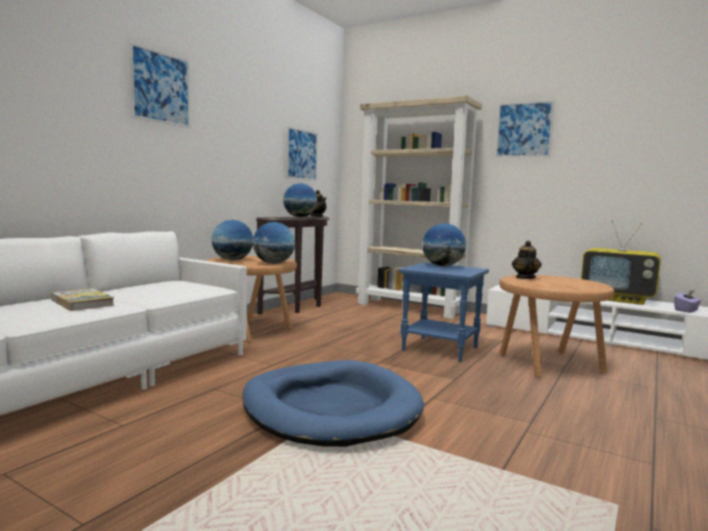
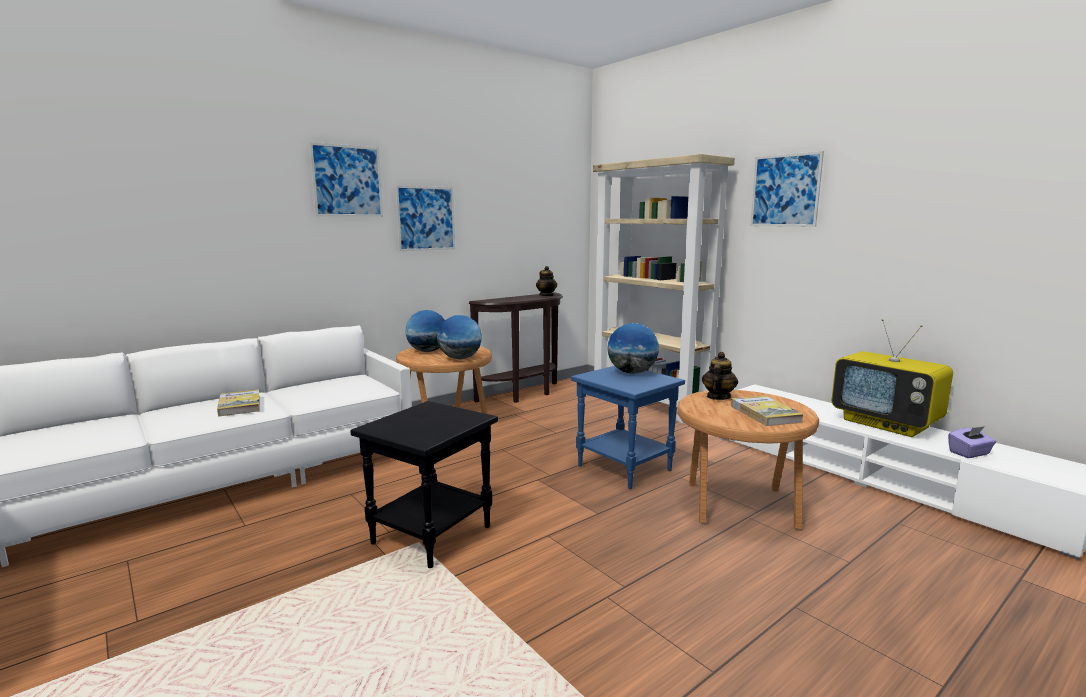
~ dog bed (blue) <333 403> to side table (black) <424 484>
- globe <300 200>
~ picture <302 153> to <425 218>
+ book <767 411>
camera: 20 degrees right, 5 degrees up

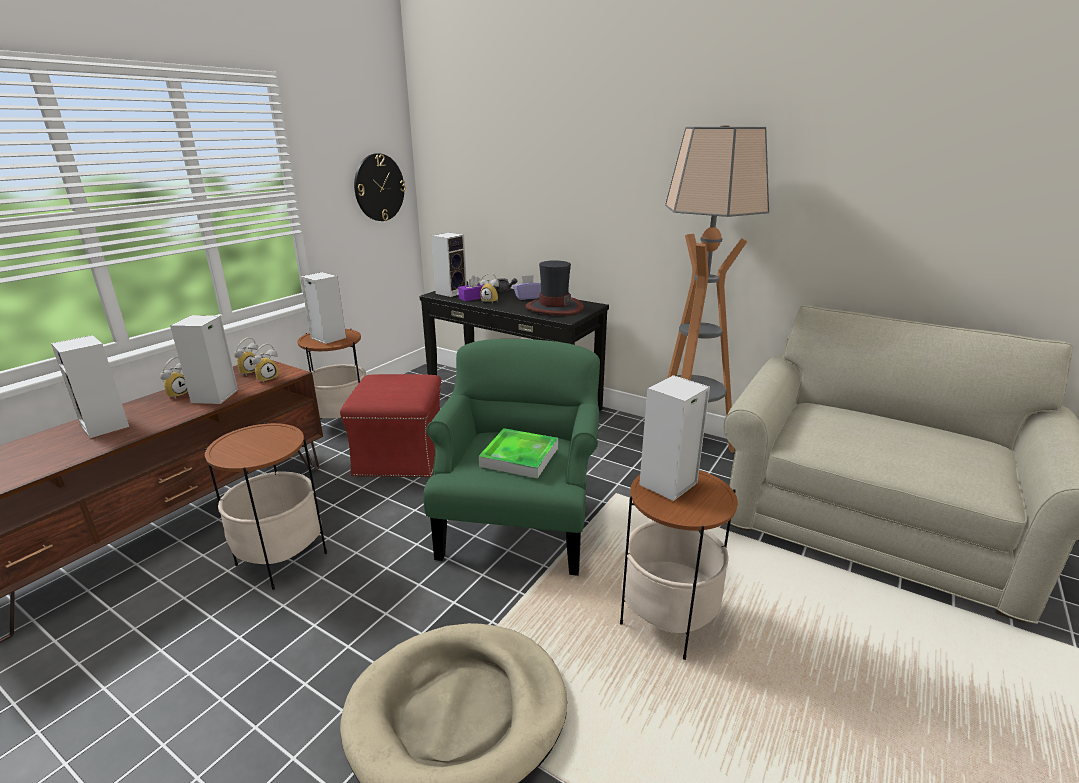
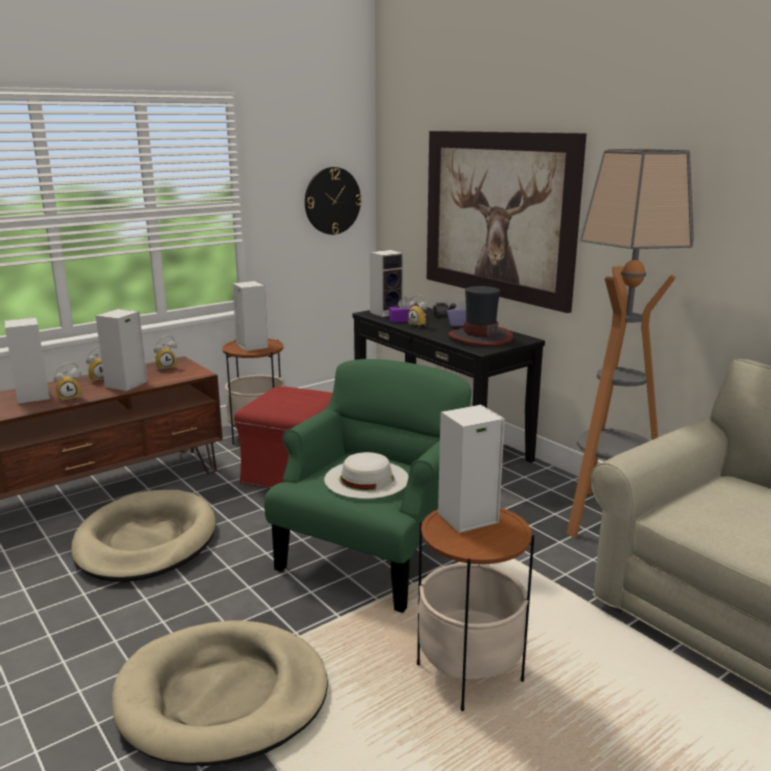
~ side table <265 506> to dog bed (beige) <143 536>
~ alarm clock <265 363> to <68 381>
~ tray <518 453> to hat (white) <366 475>
+ picture <507 222>
camera: 20 degrees right, 5 degrees down

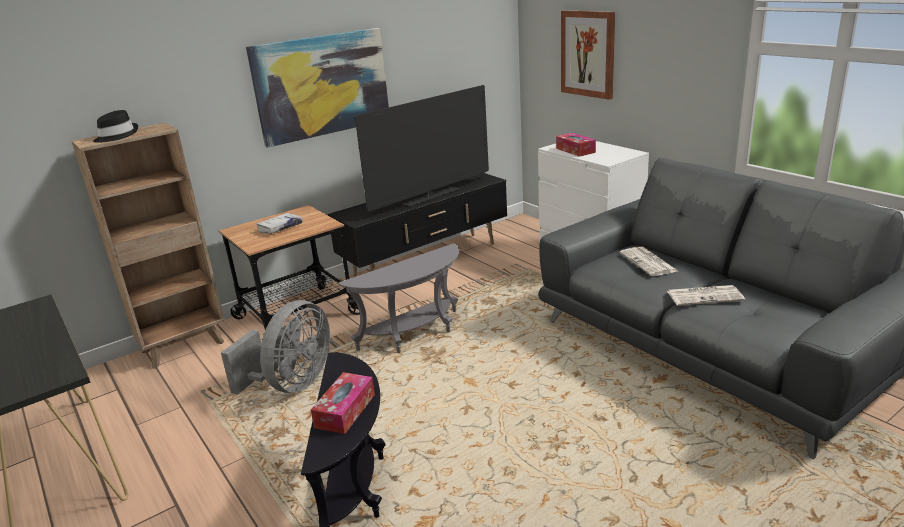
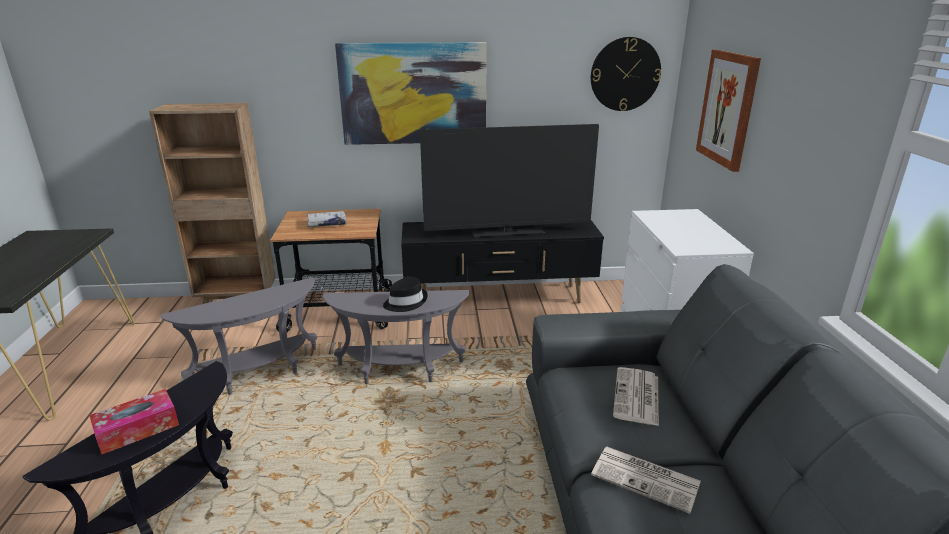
~ hat (black) <115 126> to <405 294>
~ fan (grey) <275 347> to side table (grey) <239 336>
- tissue box <576 145>
+ wall clock <626 74>
camera: 30 degrees right, 0 degrees up

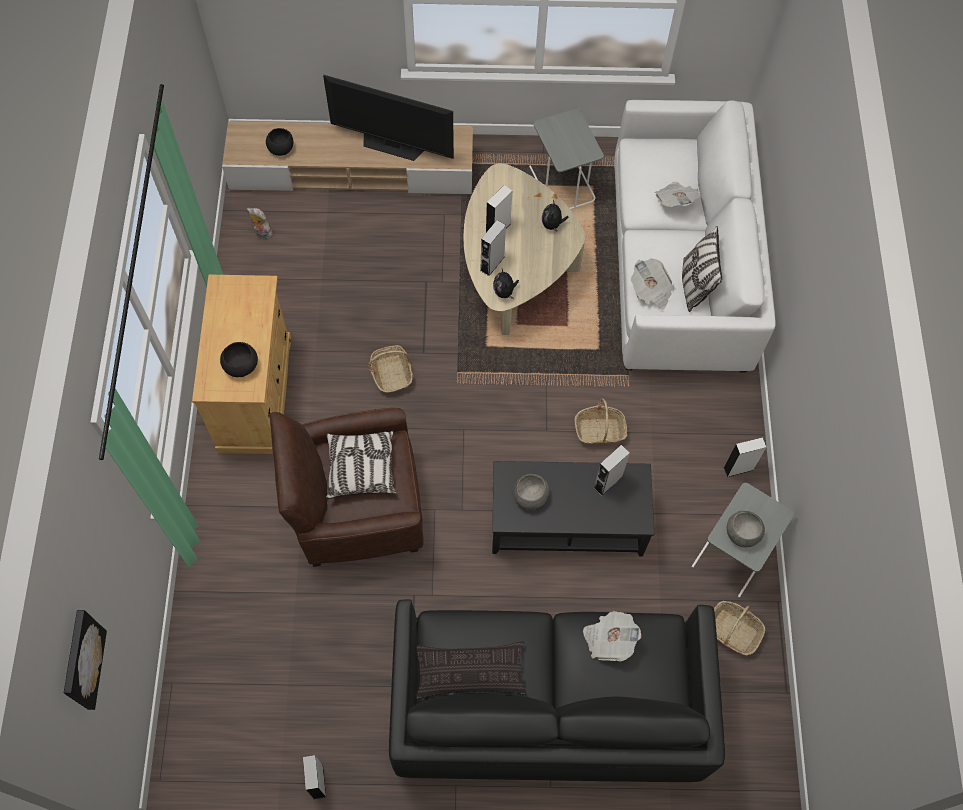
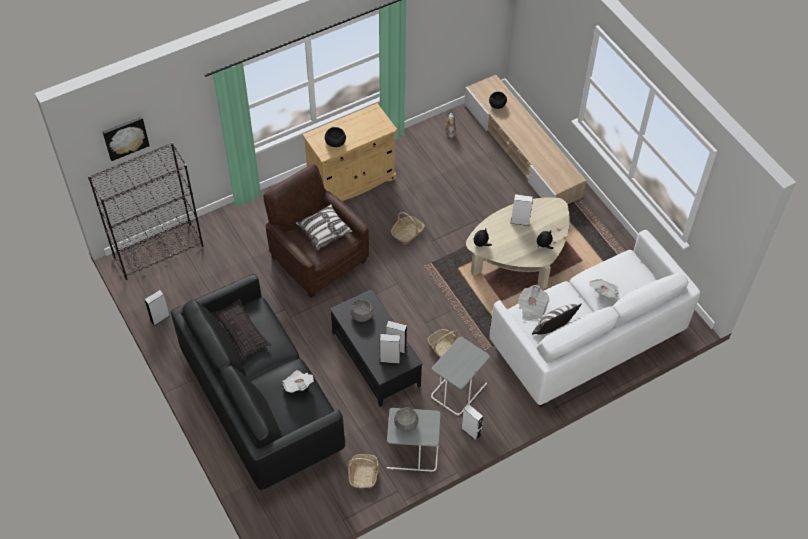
- television <388 118>
~ speaker (grey) <493 248> to <390 349>
~ side table (grey) <566 159> to <460 376>
+ bookcase (black) <145 211>
camera: 60 degrees right, 10 degrees down

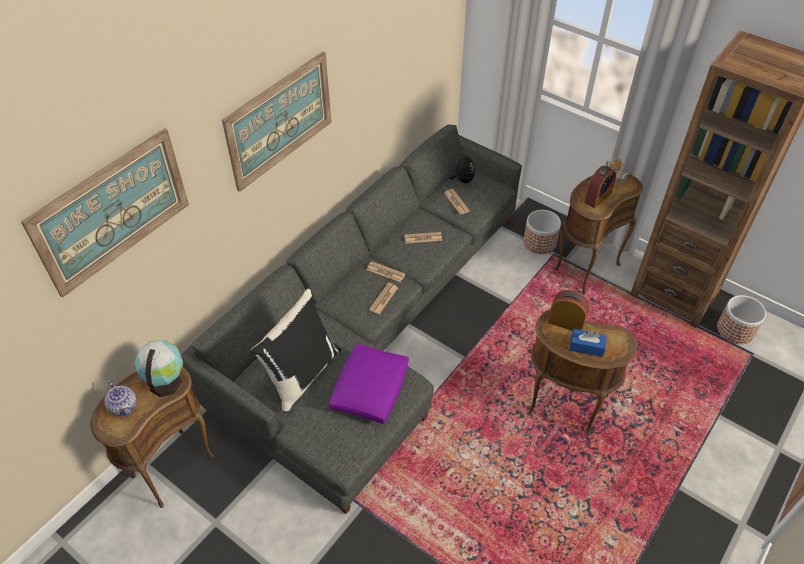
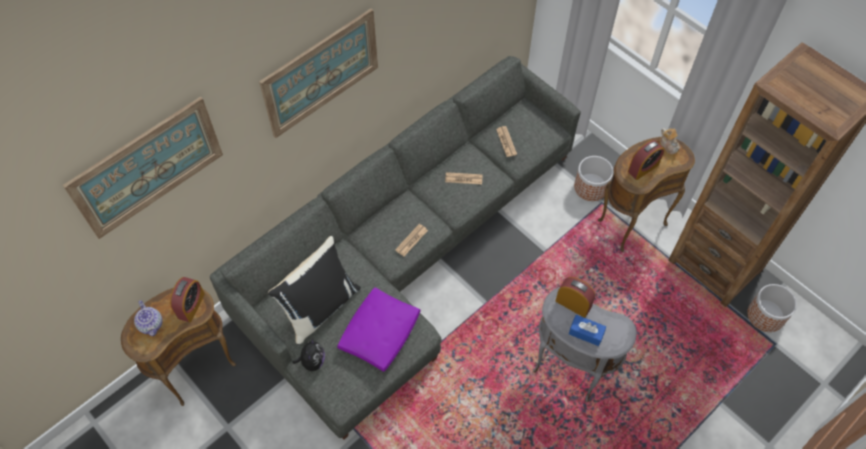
~ globe <158 368> to alarm clock <187 299>
- newspaper <386 271>
~ plush toy <462 168> to <309 354>
~ side table (brown) <582 372> to side table (grey) <585 344>
camera: 10 degrees right, 10 degrees up

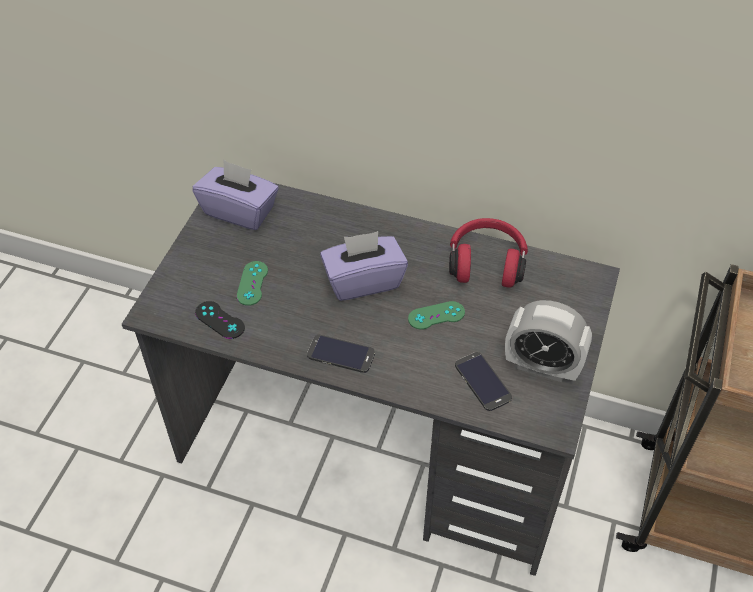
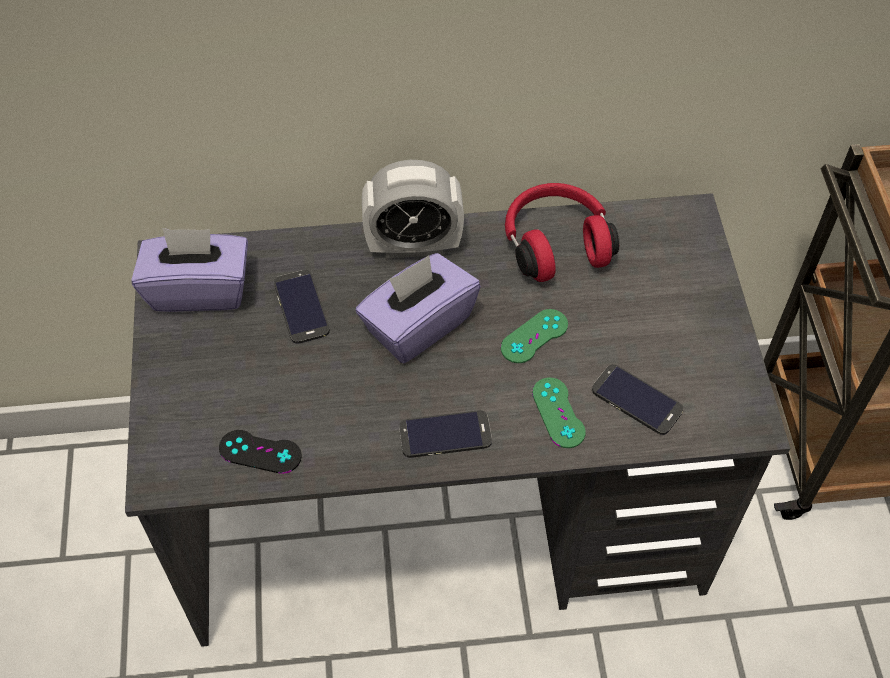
~ game controller (green) <252 283> to <559 413>
~ alarm clock <548 341> to <413 209>
+ phone <302 307>
camera: 25 degrees left, 5 degrees up

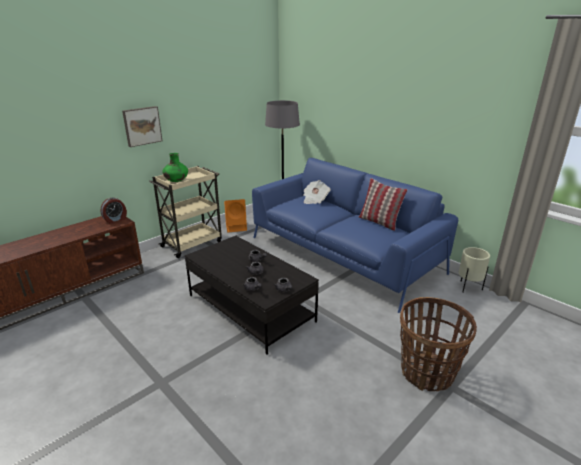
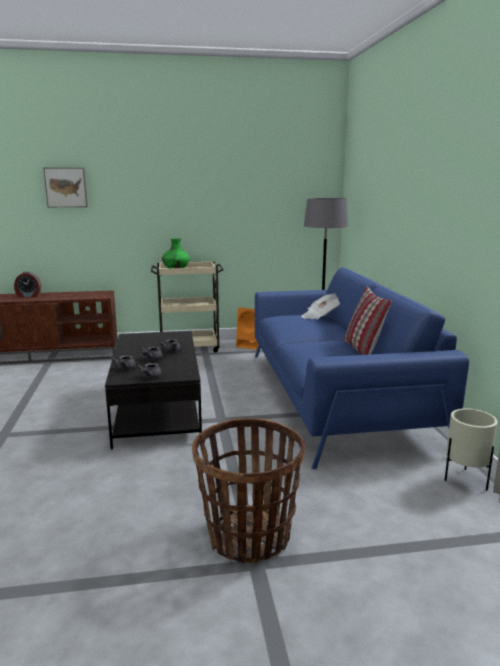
~ alarm clock <113 211> to <27 285>
~ picture <142 126> to <65 187>
camera: 35 degrees right, 10 degrees down

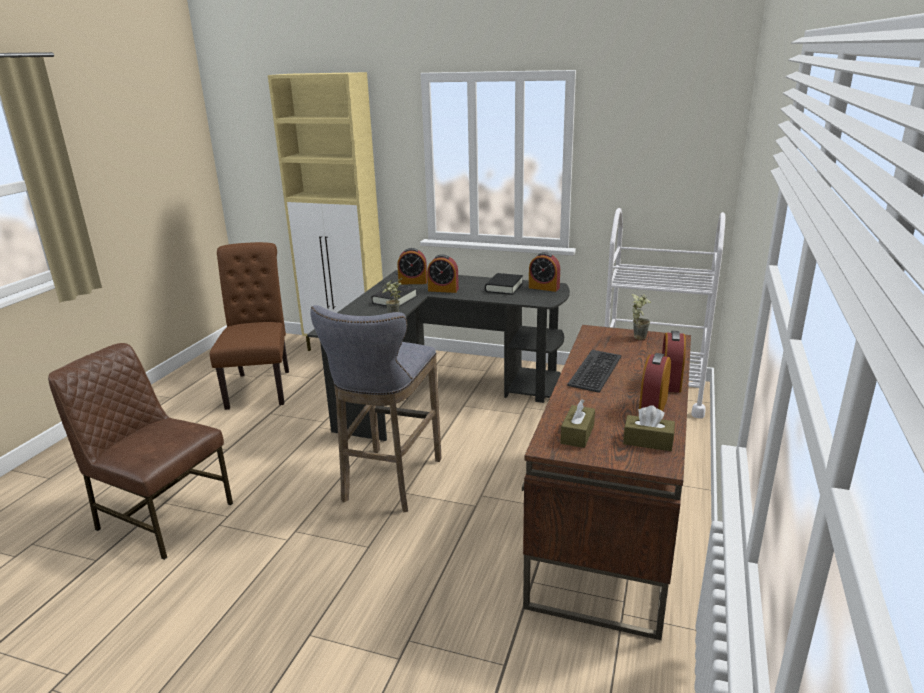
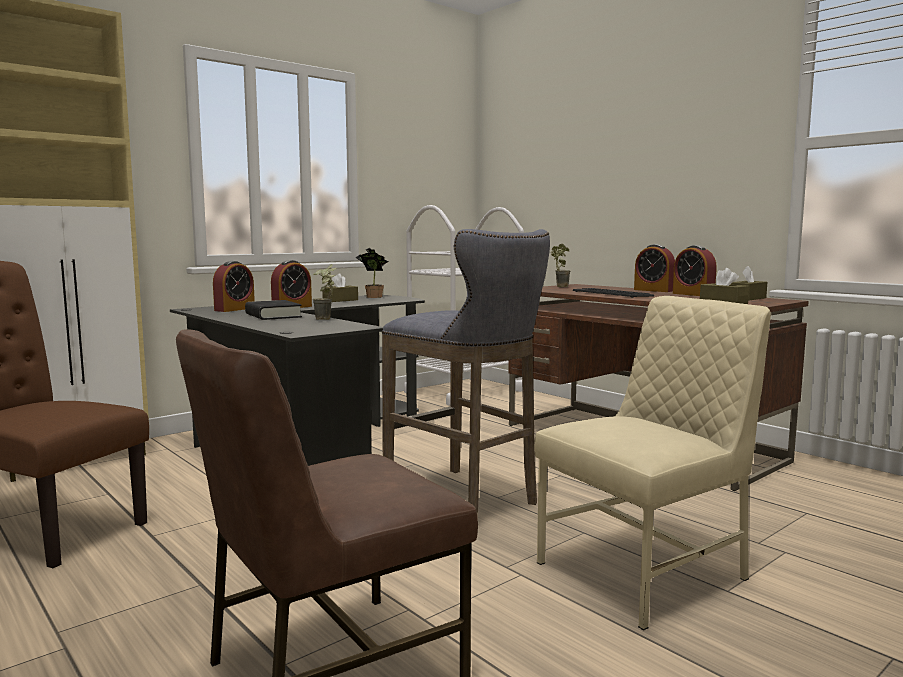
~ book (black) <504 284> to tissue box (brown) <340 287>
~ alarm clock <544 272> to potted plant <371 273>
+ chair (beige) <652 463>
camera: 60 degrees left, 15 degrees down

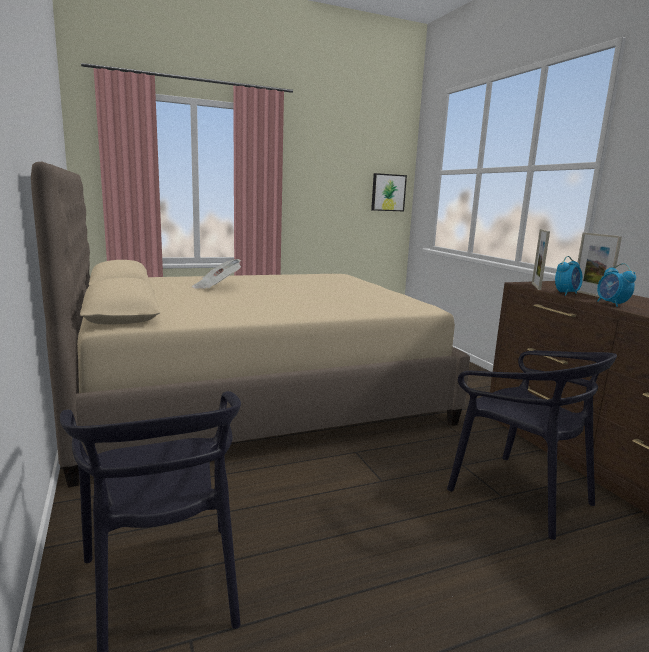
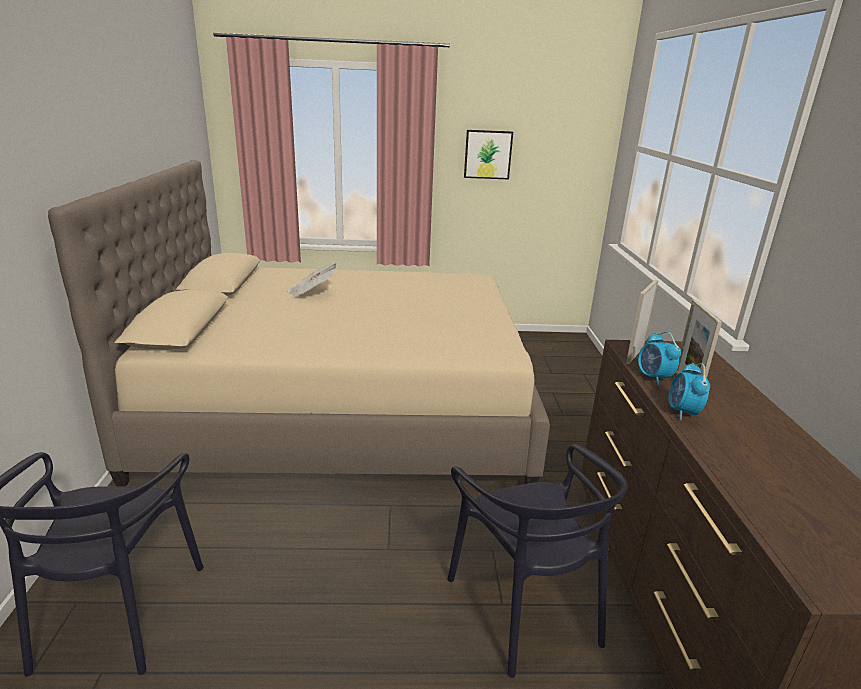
~ picture <389 192> to <488 155>
~ alarm clock <569 276> = <659 358> 90 degrees clockwise
camera: 20 degrees right, 10 degrees up

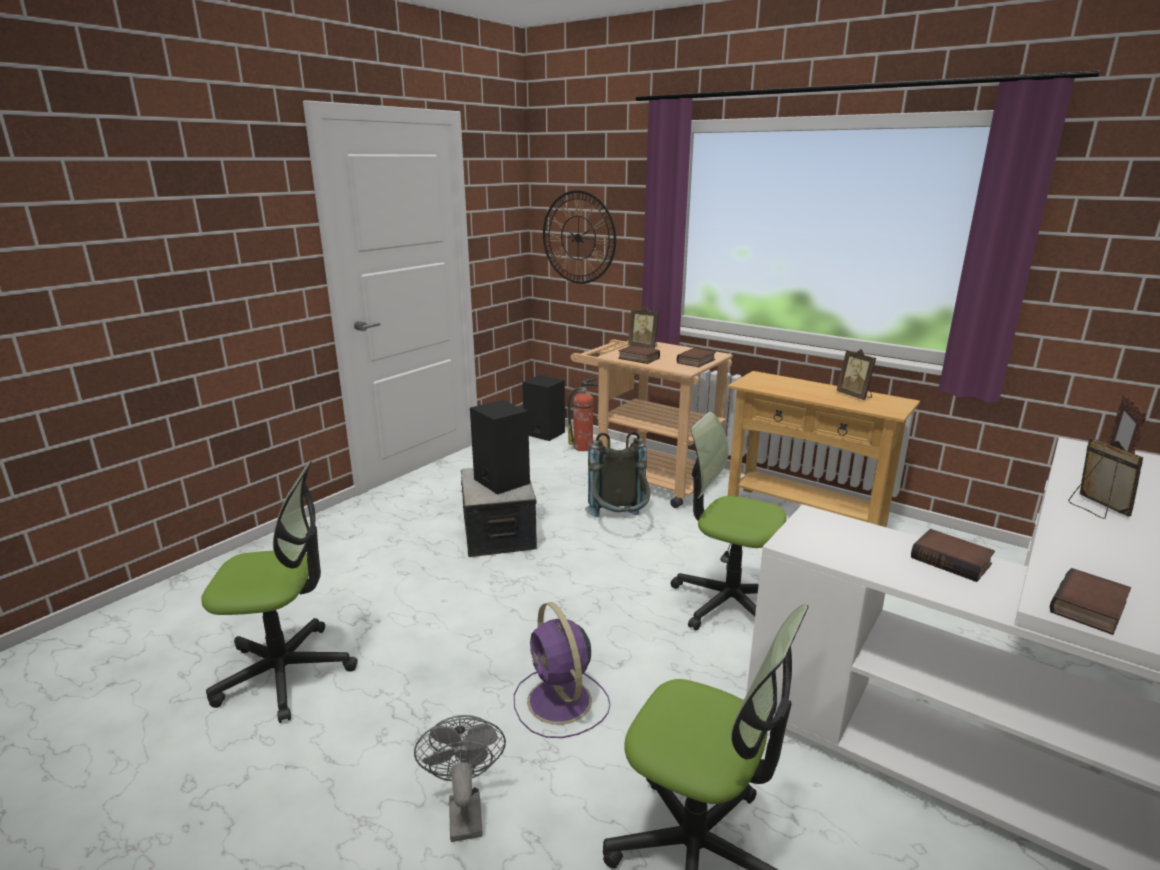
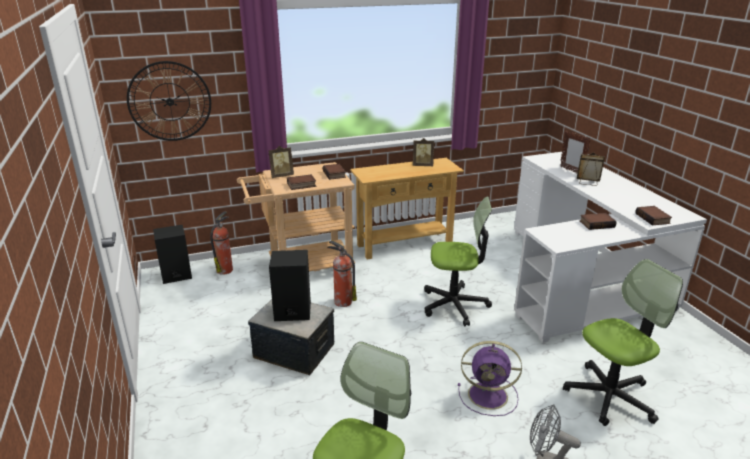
~ backpack (grey) <617 474> to fire extinguisher <342 273>
~ office chair <728 521> = <458 261> 150 degrees counterclockwise
camera: 55 degrees left, 5 degrees up

